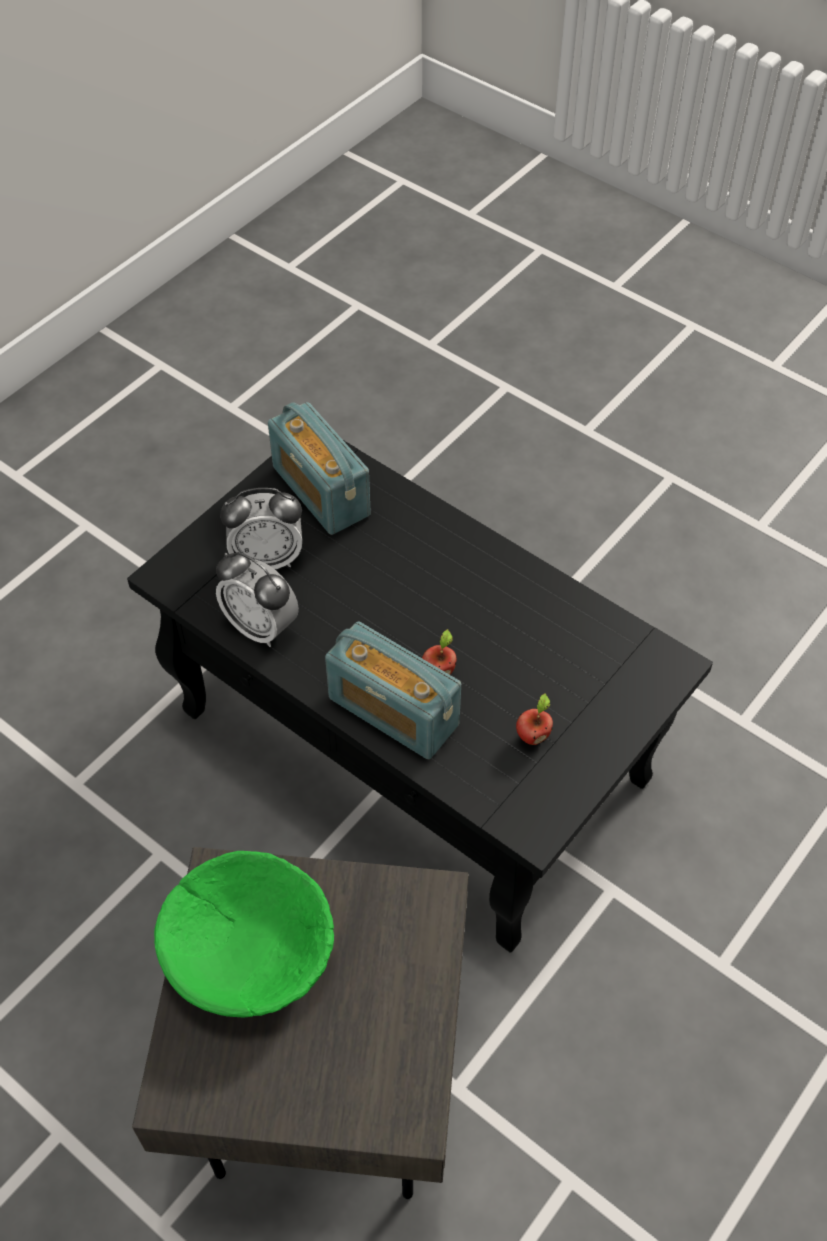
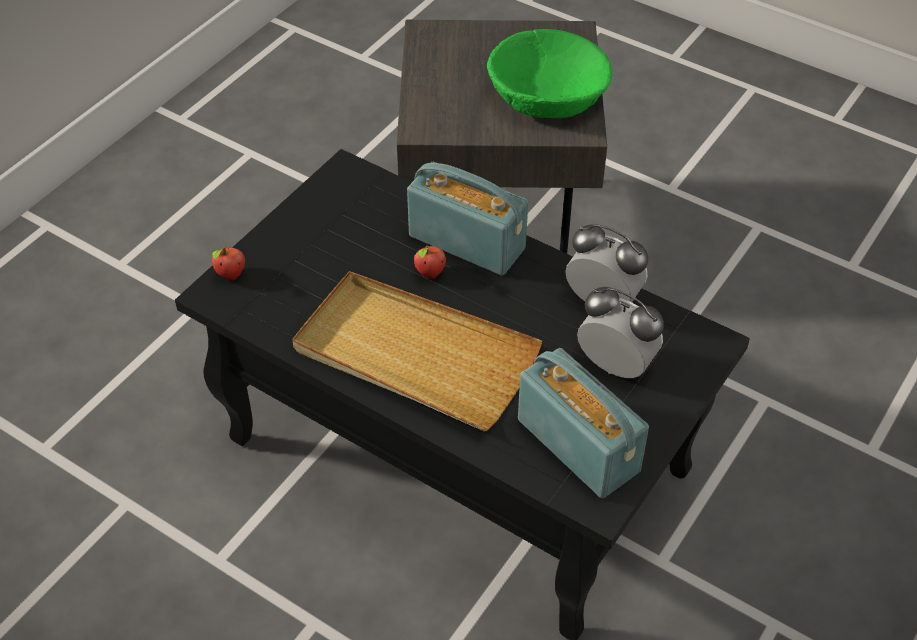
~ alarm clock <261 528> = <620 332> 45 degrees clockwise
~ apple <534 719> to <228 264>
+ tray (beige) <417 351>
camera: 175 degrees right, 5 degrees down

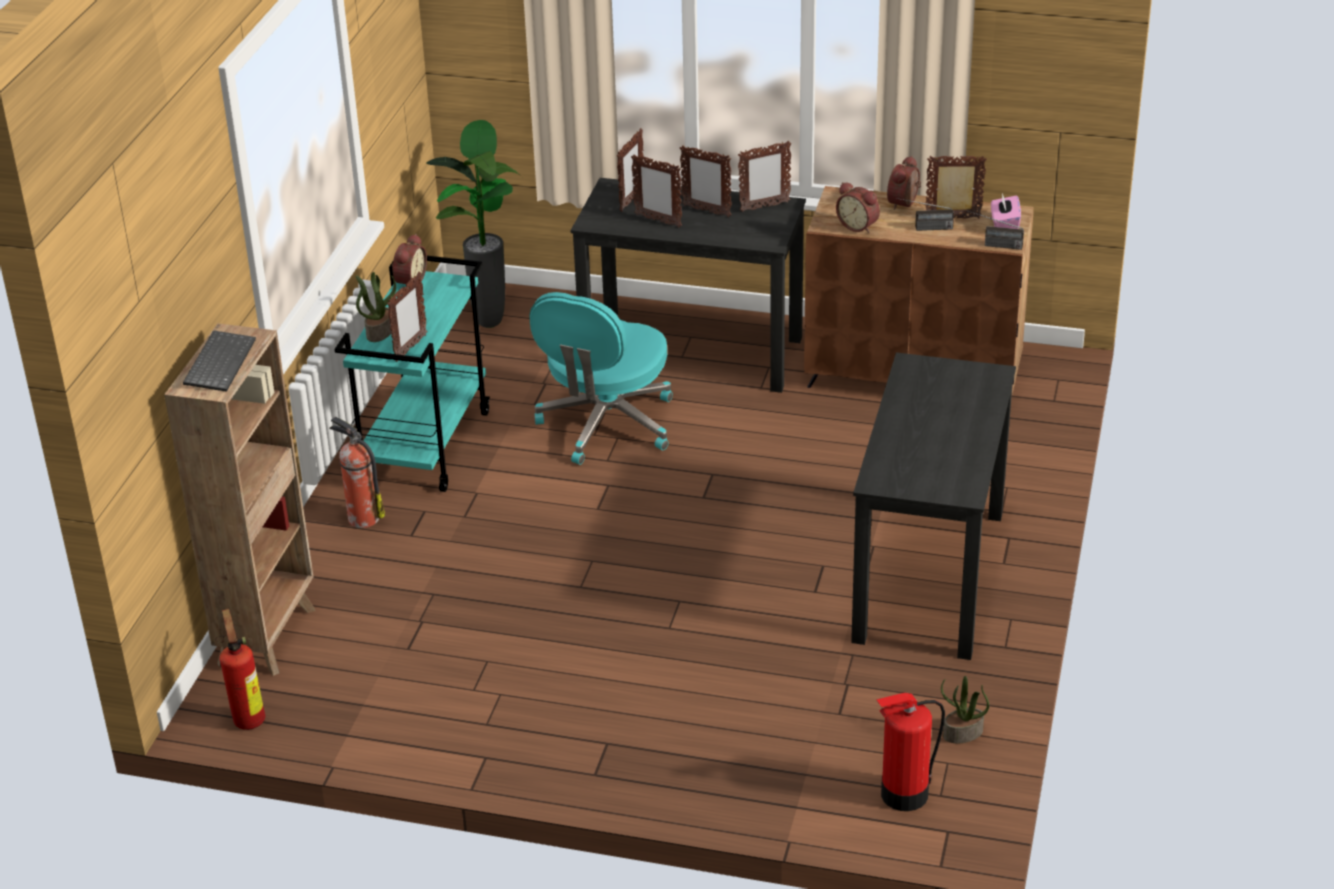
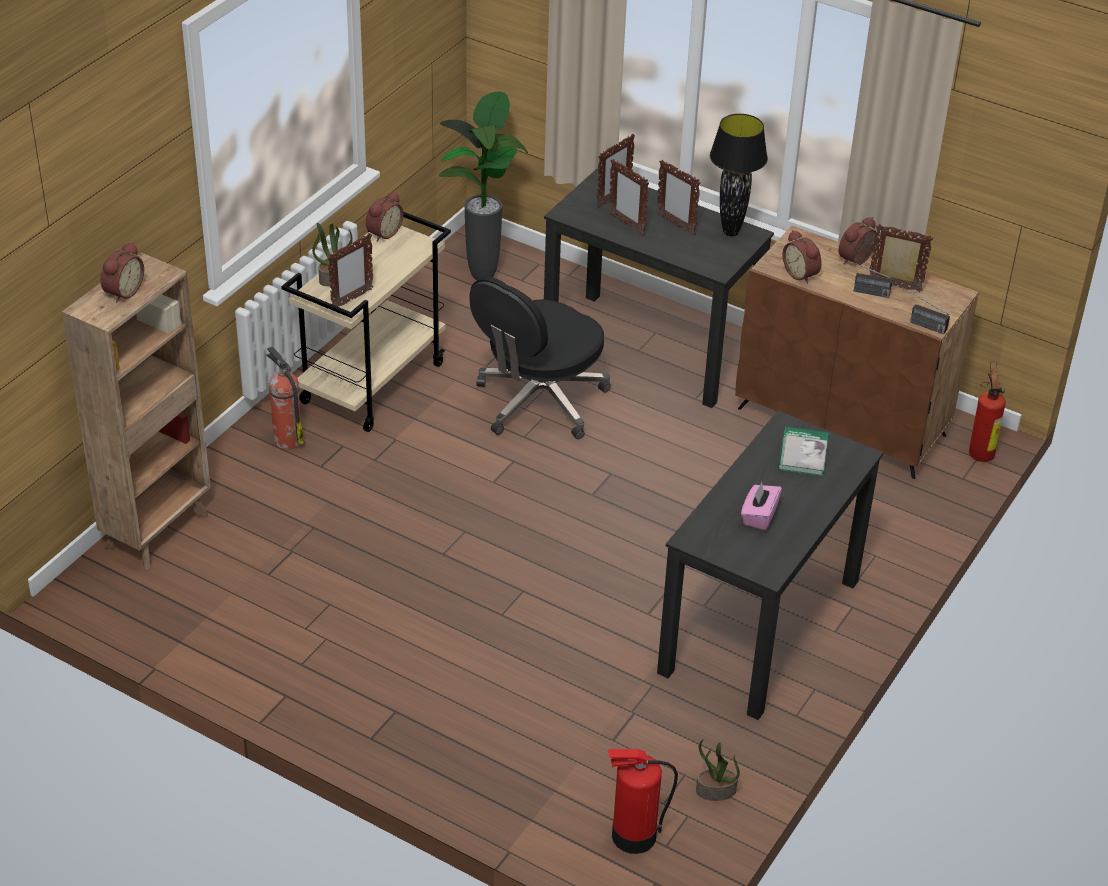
~ keyboard <219 361> to alarm clock <122 272>
~ fire extinguisher <240 669> to <987 412>
~ cart (turquoise) <412 374> to cart (beige) <366 322>
~ office chair (turquoise) <601 378> to office chair (black) <540 357>
~ picture frame <764 176> to table lamp (black) <739 175>
~ tissue box (pink) <1006 211> to <761 506>
+ book <803 452>
camera: 15 degrees right, 5 degrees up

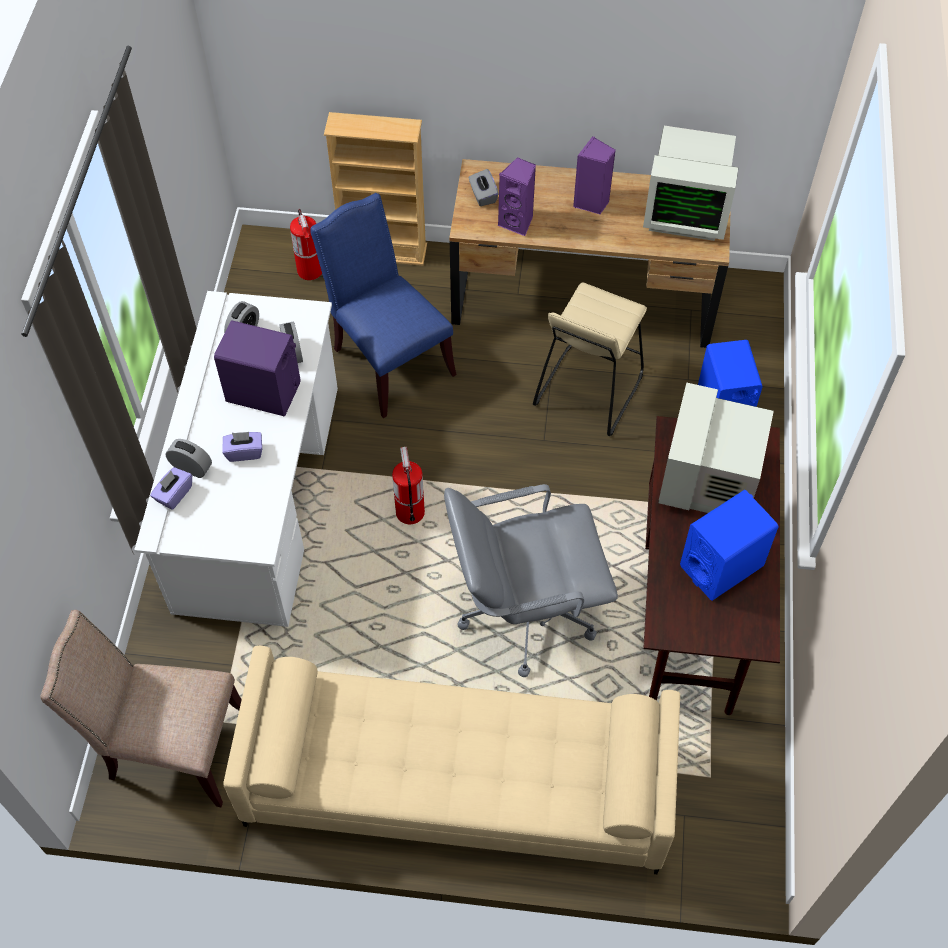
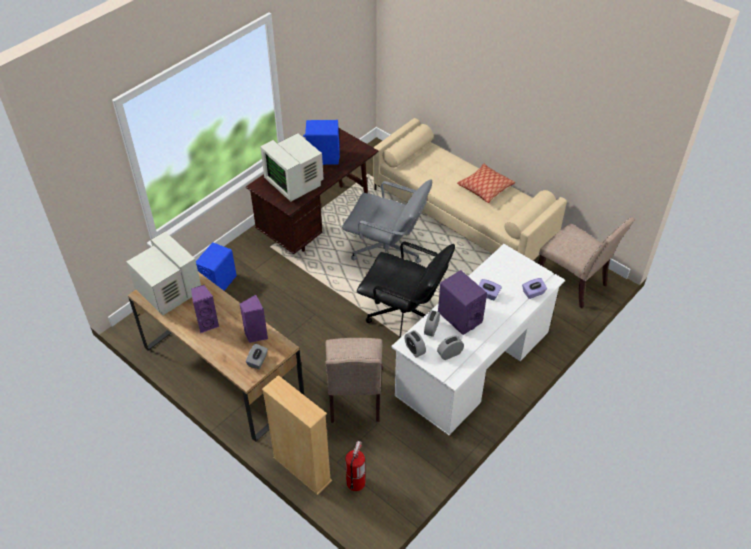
~ alarm clock <189 458> to <415 343>
~ chair (blue) <383 305> to chair (beige) <354 380>
~ fire extinguisher <408 485> to office chair (black) <406 290>
- stool (beige) <590 359>
~ monitor <716 447> = <292 167> 90 degrees clockwise
+ pillow <486 183>
camera: 145 degrees left, 10 degrees down

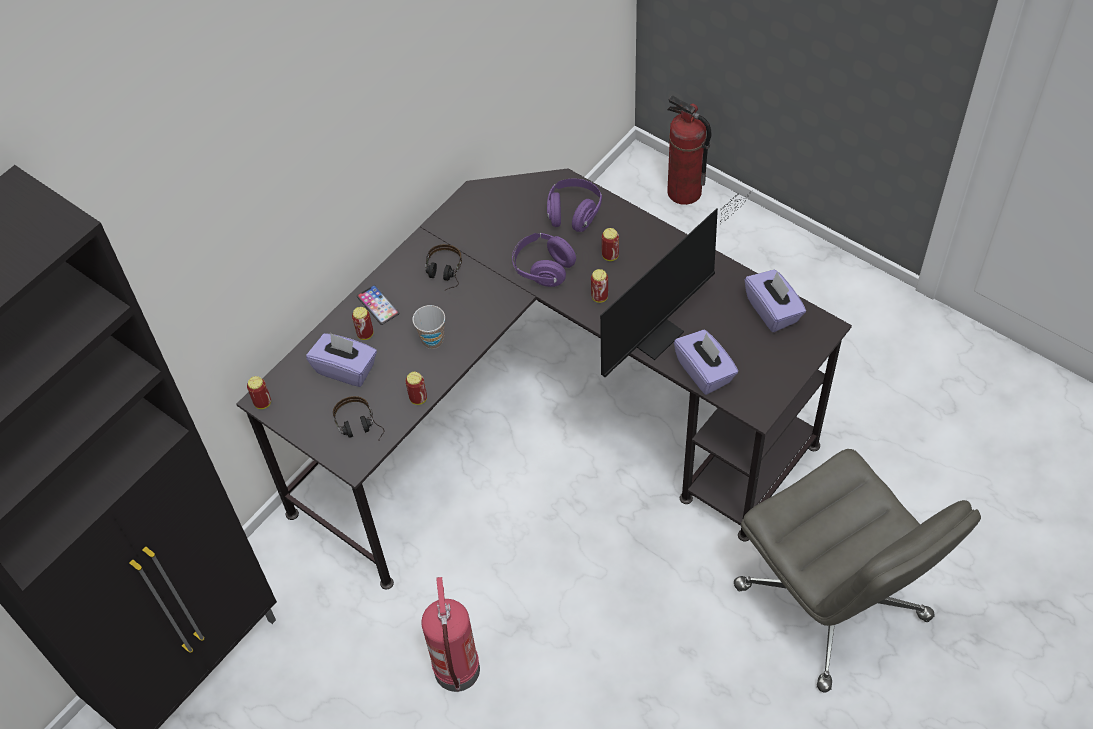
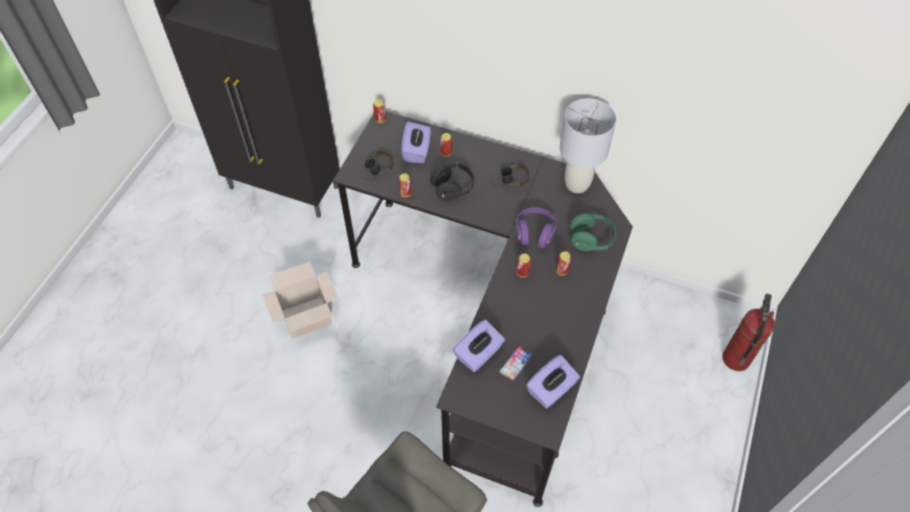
~ phone <378 305> to <515 364>
~ cup <428 327> to headphones (black) <452 182>
~ fire extinguisher <450 634> to cardboard box <300 300>
~ headphones (purple) <574 205> to headphones (green) <593 232>
- monitor <674 285>
+ table lamp (grey) <588 145>
camera: 70 degrees right, 0 degrees up

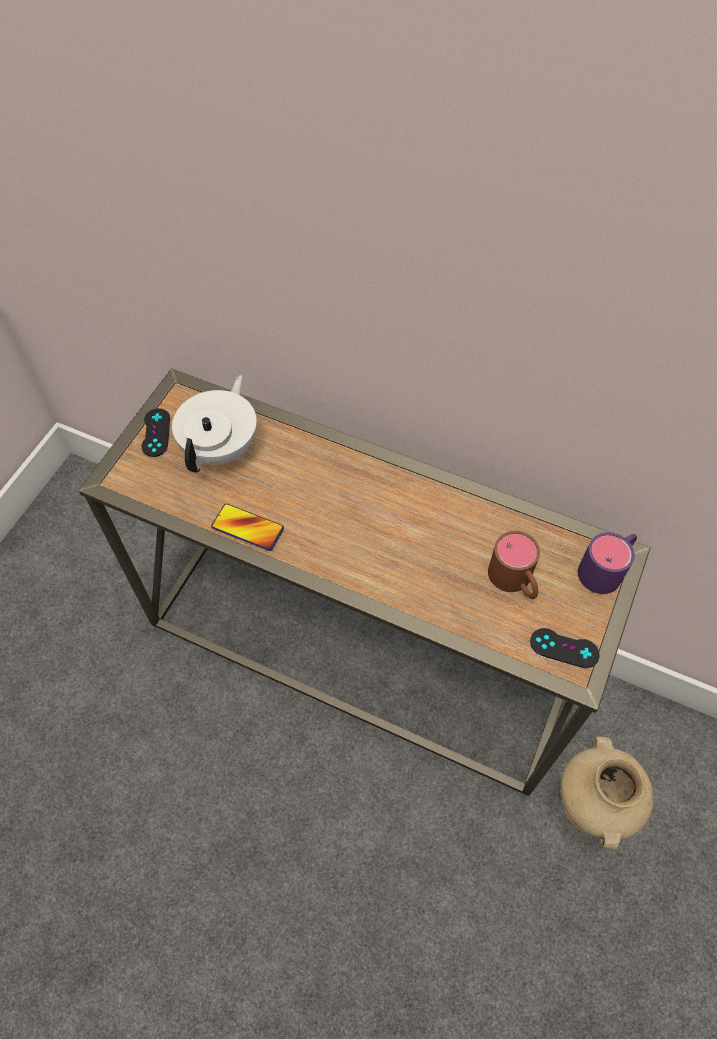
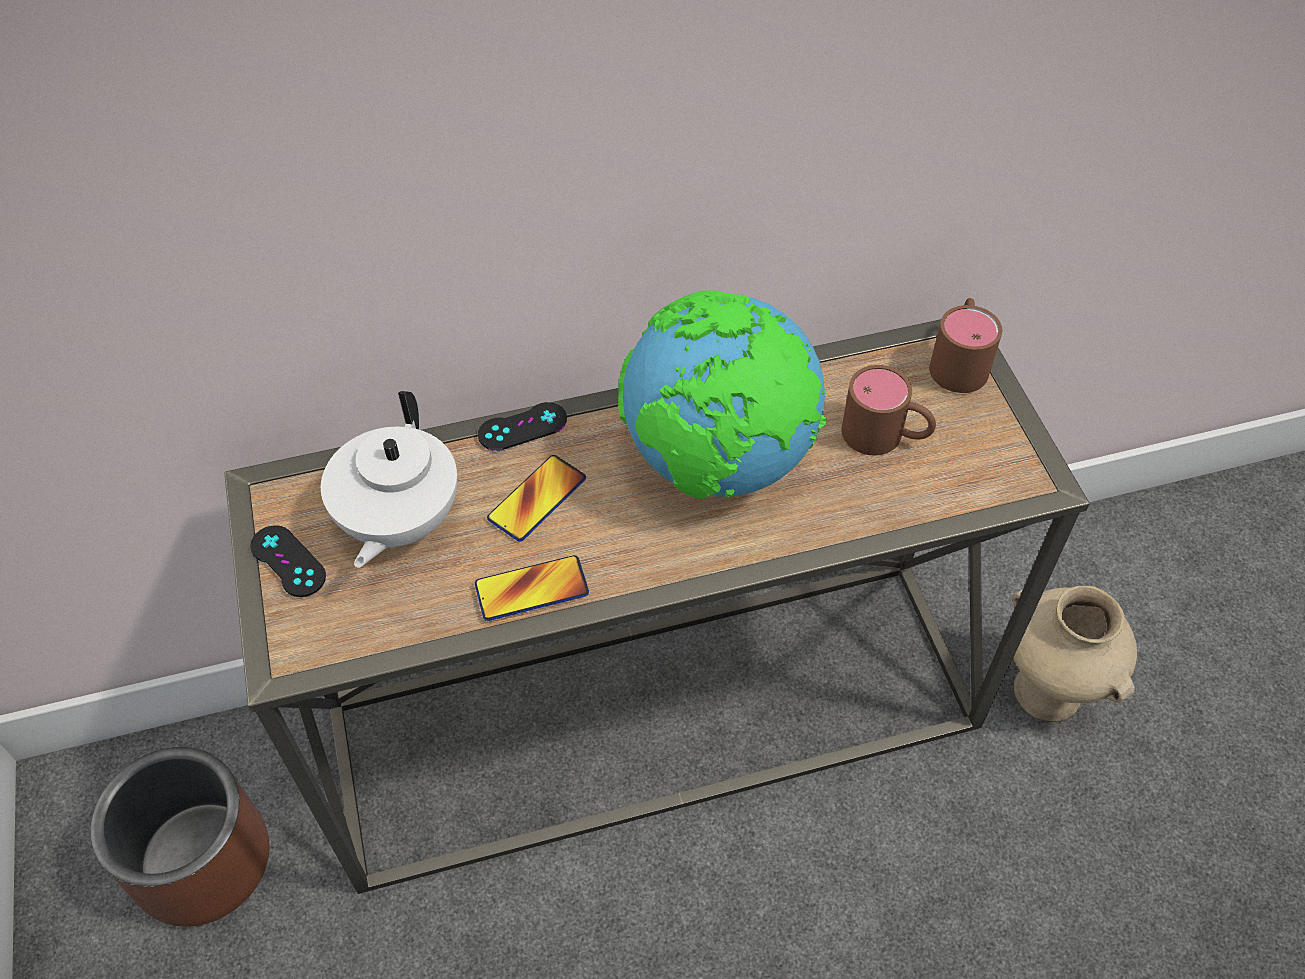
~ teapot (white) <214 424> = <389 479> 150 degrees counterclockwise
~ game controller (black) <565 648> to <522 426>
~ mug (purple) <607 563> to mug (brown) <965 345>
+ planter (brown) <180 837>
+ phone <536 498>
+ globe <722 394>
camera: 40 degrees left, 5 degrees down

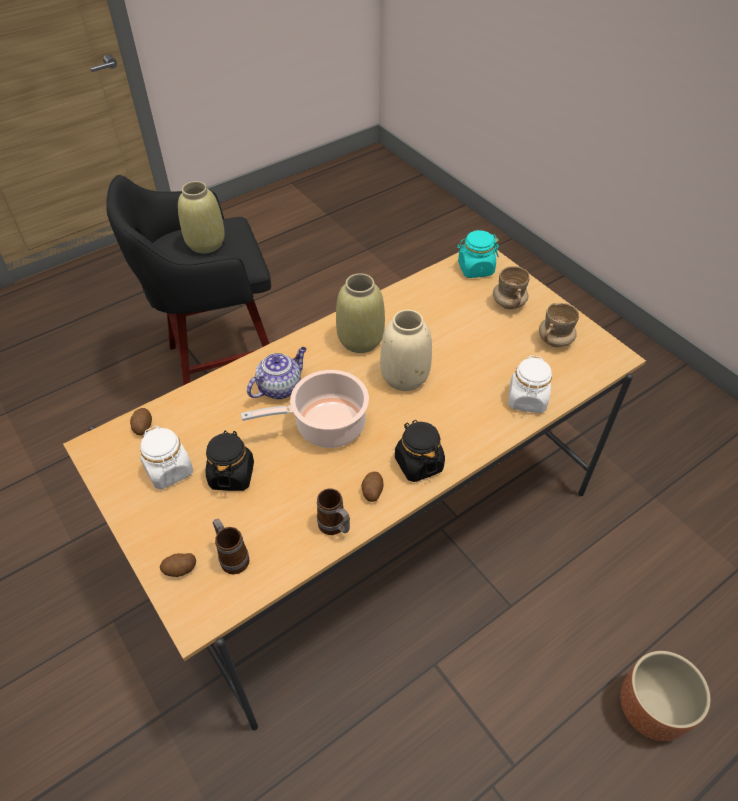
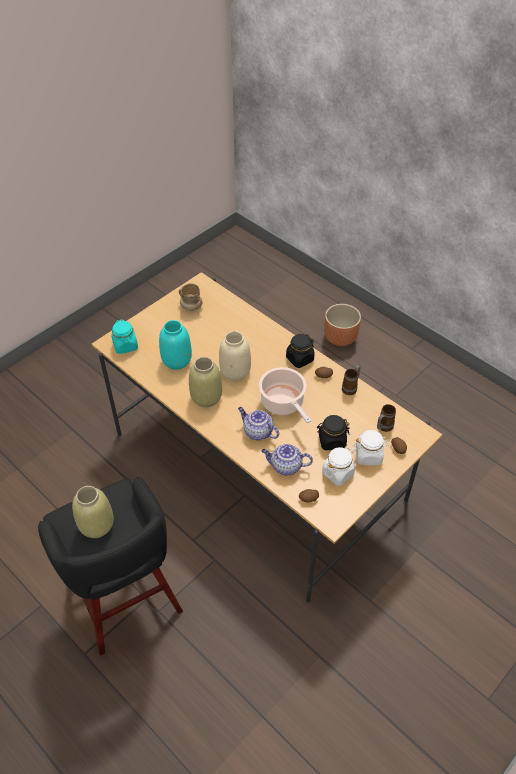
- mug (beige) <511 287>
~ jar (white) <530 384> to <371 447>
+ vase (turquoise) <175 345>
+ teapot <287 460>
camera: 100 degrees left, 0 degrees up

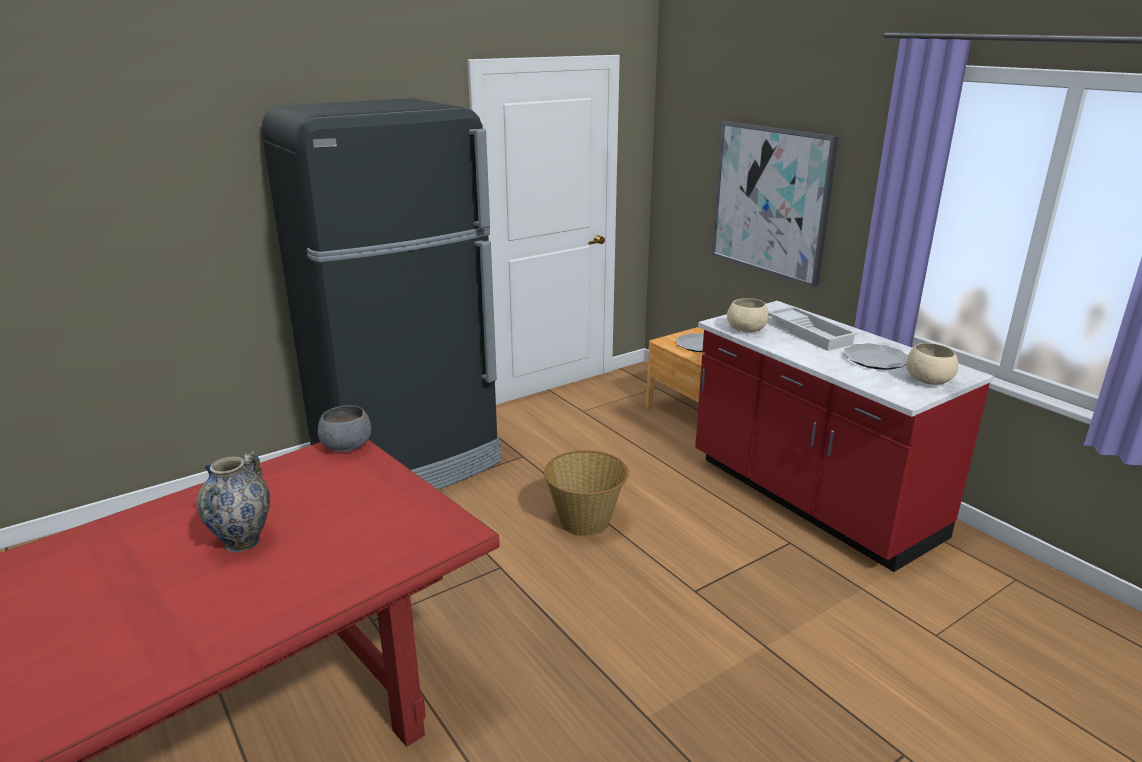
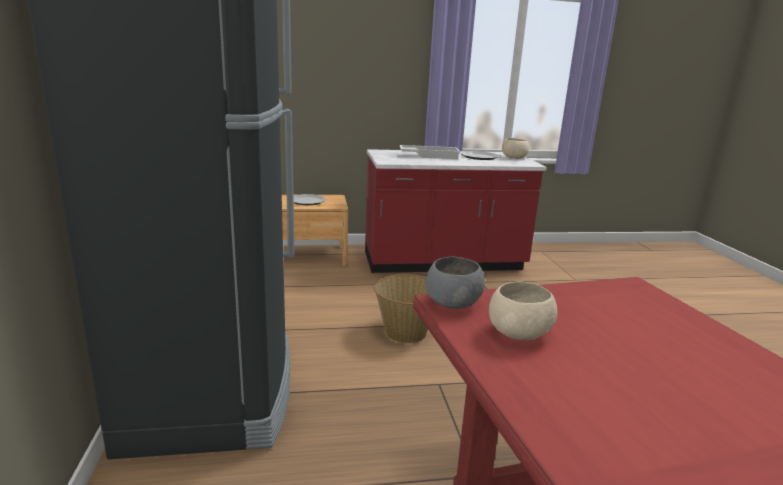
- vase <233 502>
- picture <775 204>
~ bowl (beige) <748 315> to <523 310>
camera: 65 degrees left, 5 degrees down

